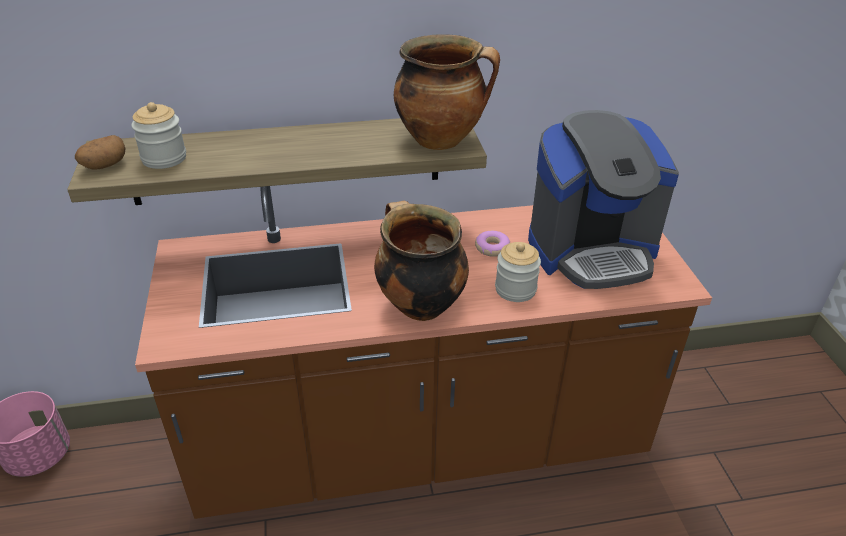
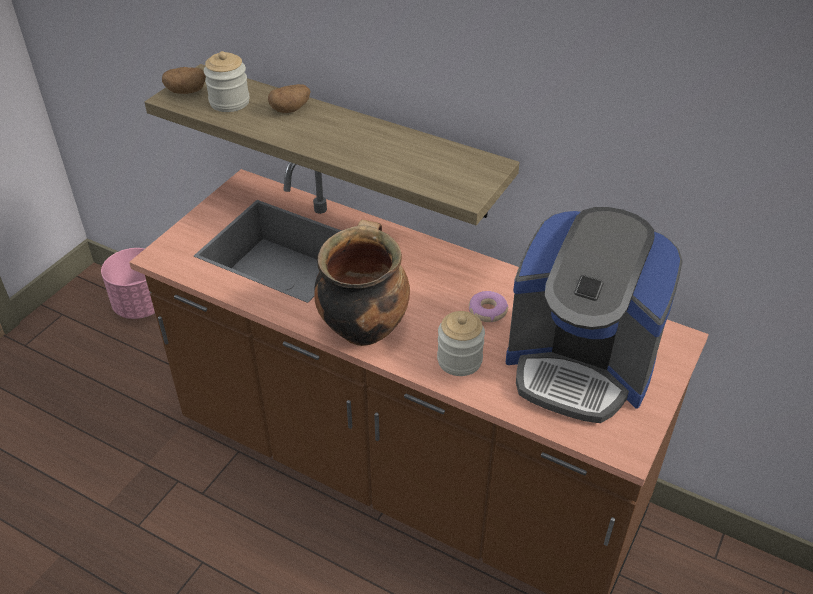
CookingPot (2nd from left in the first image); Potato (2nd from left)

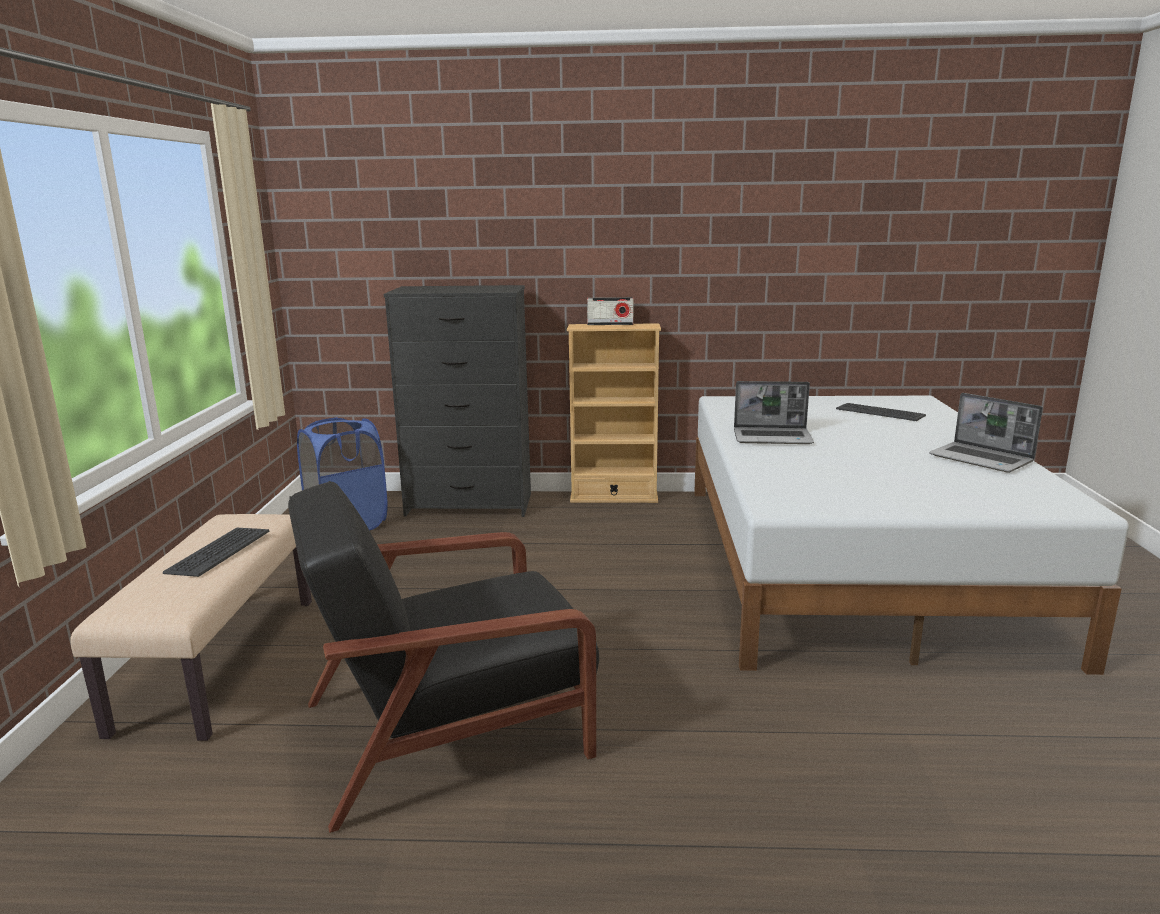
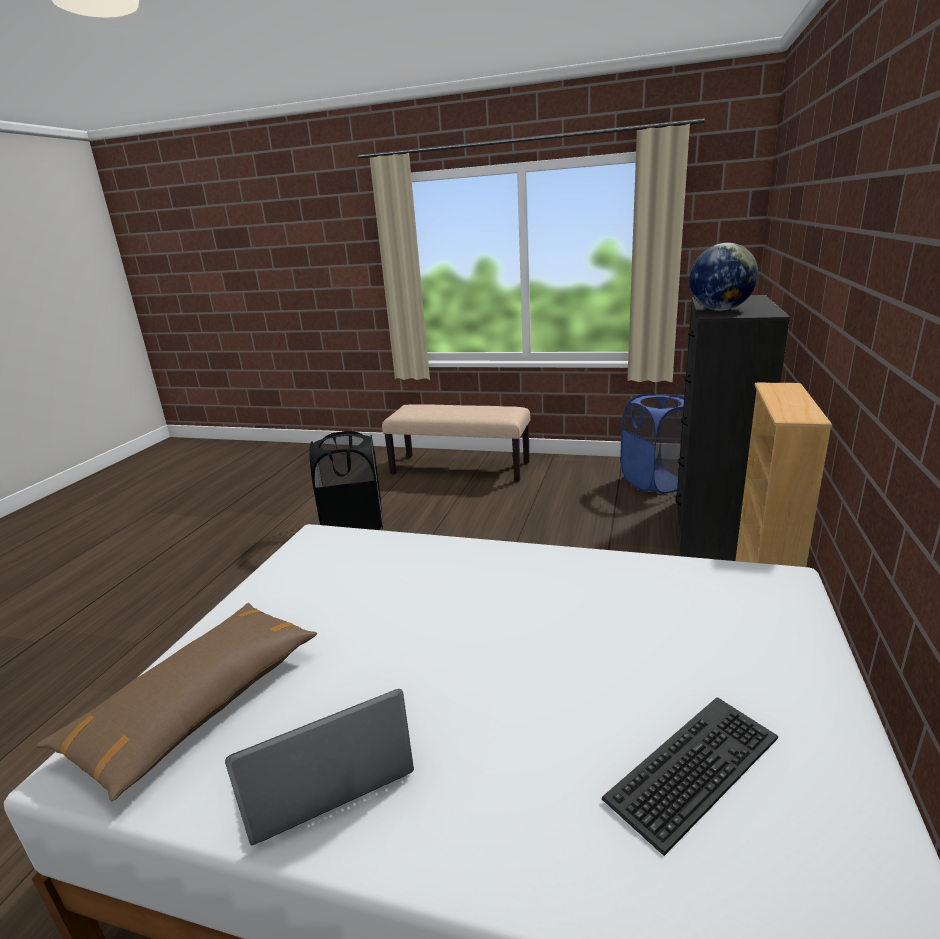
Keyboard (1st from left in the first image); BlackLaundryBasket; Radio; Laptop (1st from left in the first image); BrownPillow; Globe

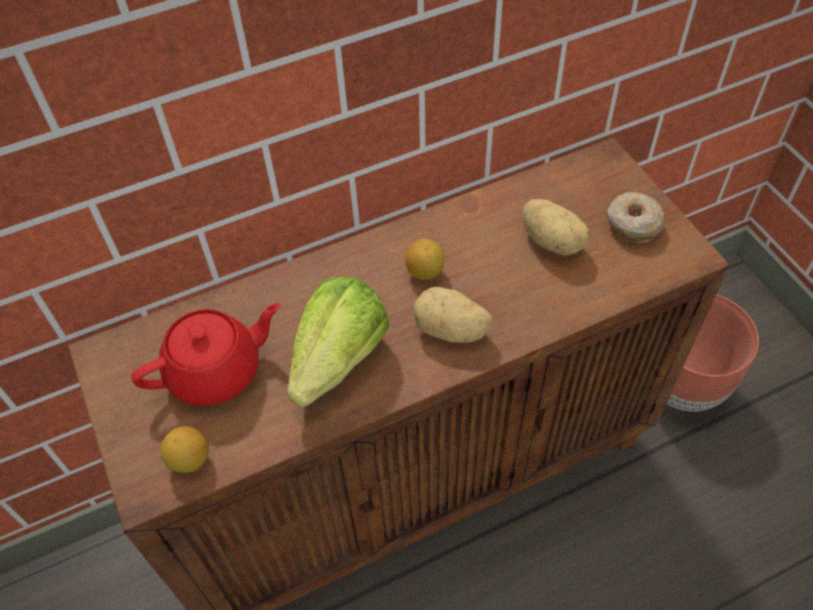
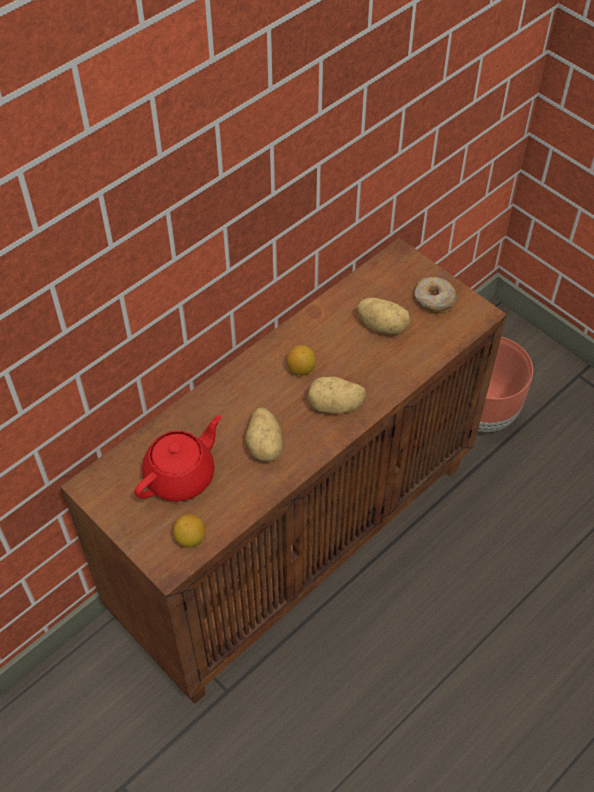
Potato (1st from left)

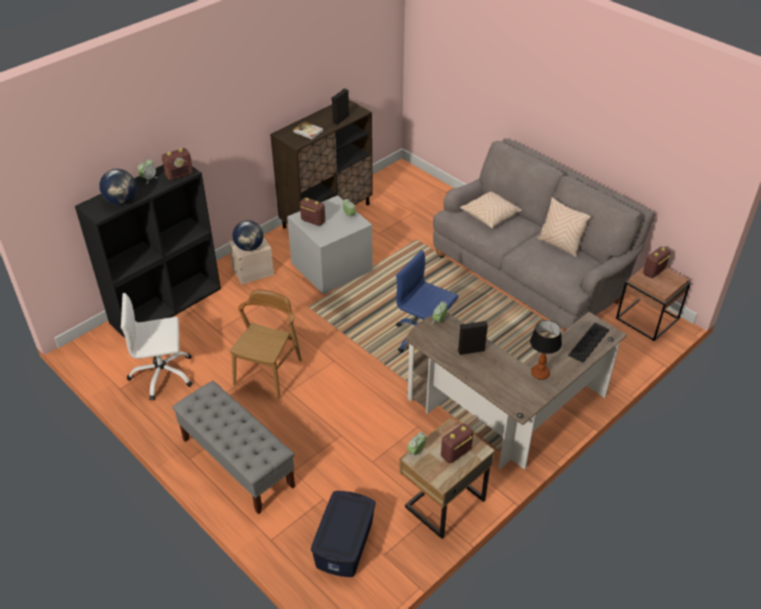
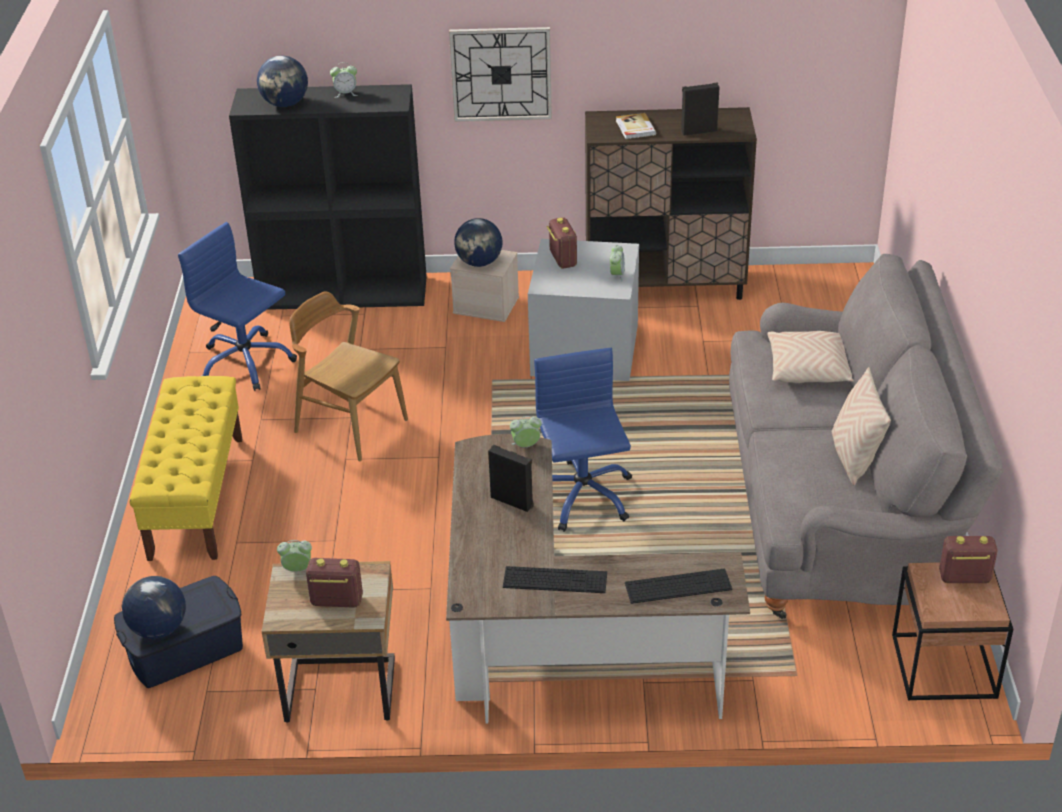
BlueOfficeChair (1st from left); Radio (1st from left in the first image); YellowBench; BrownChair; Keyboard (1st from left); Globe (1st from left); WallClock

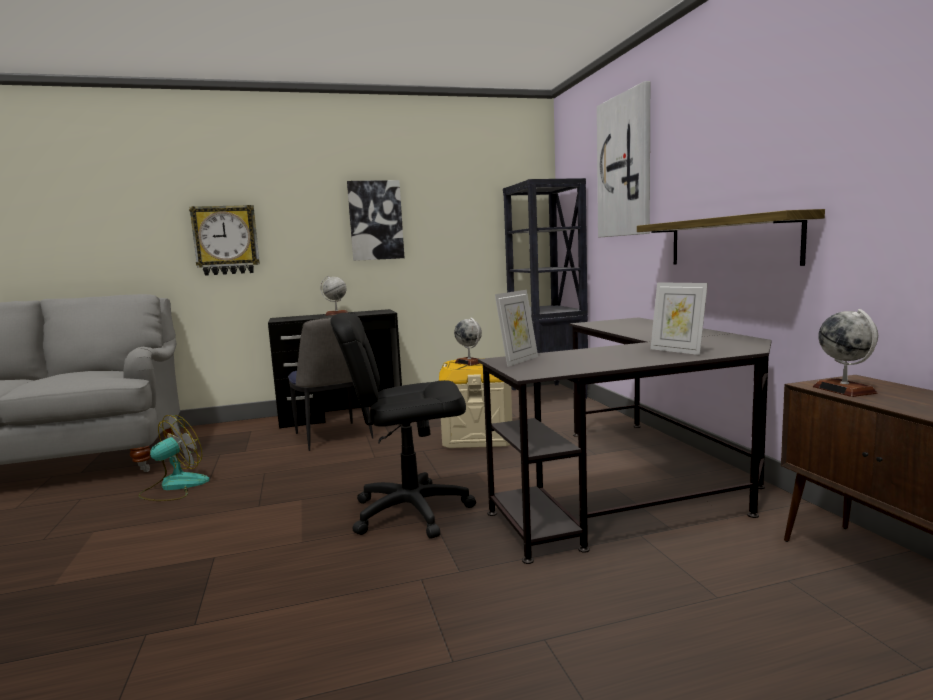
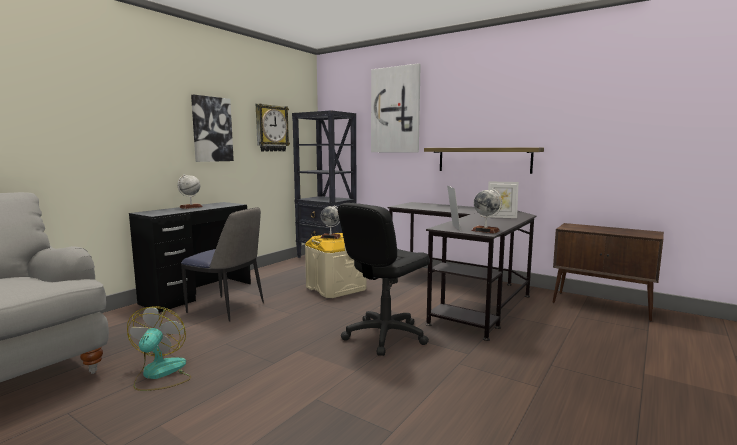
WallClock; Globe (3rd from left)

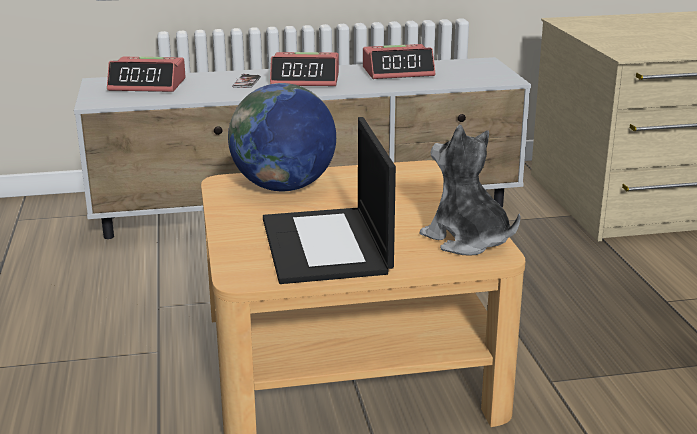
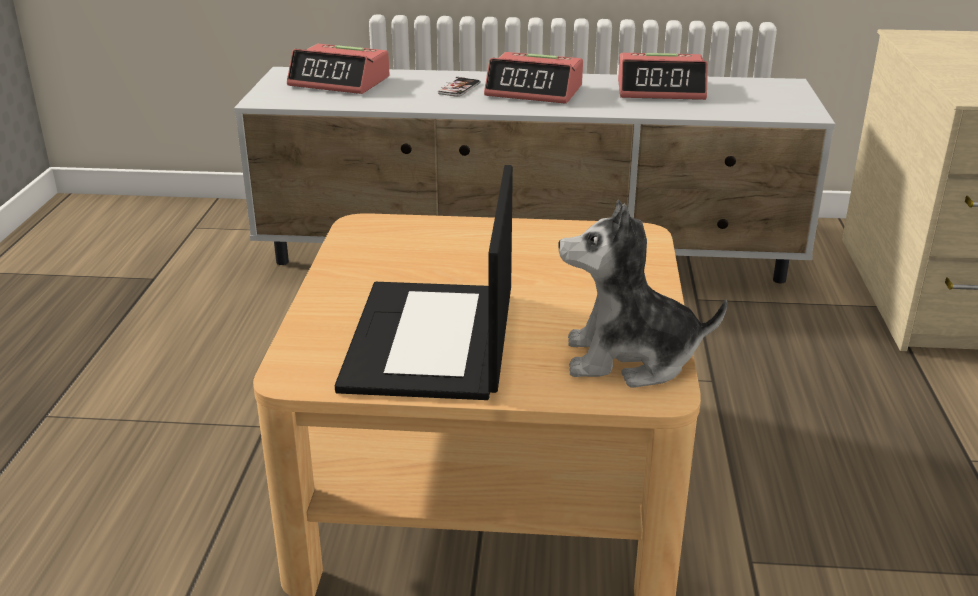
Globe; PlushToy

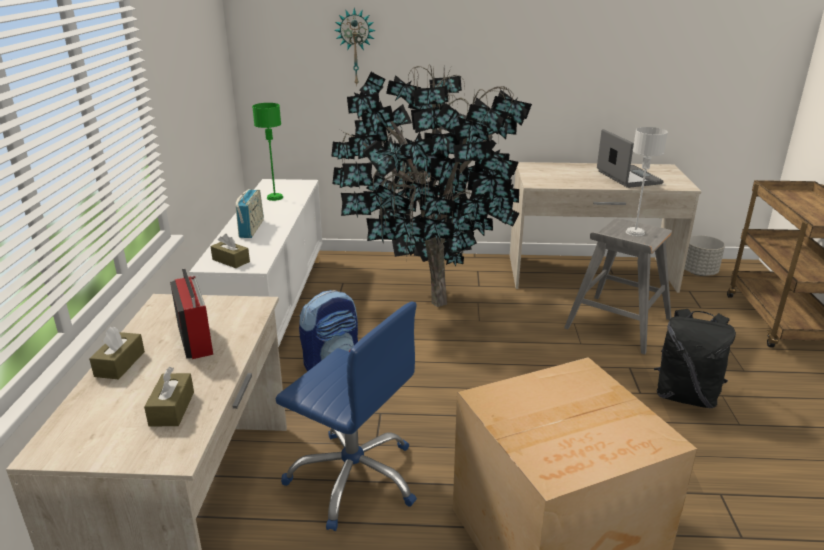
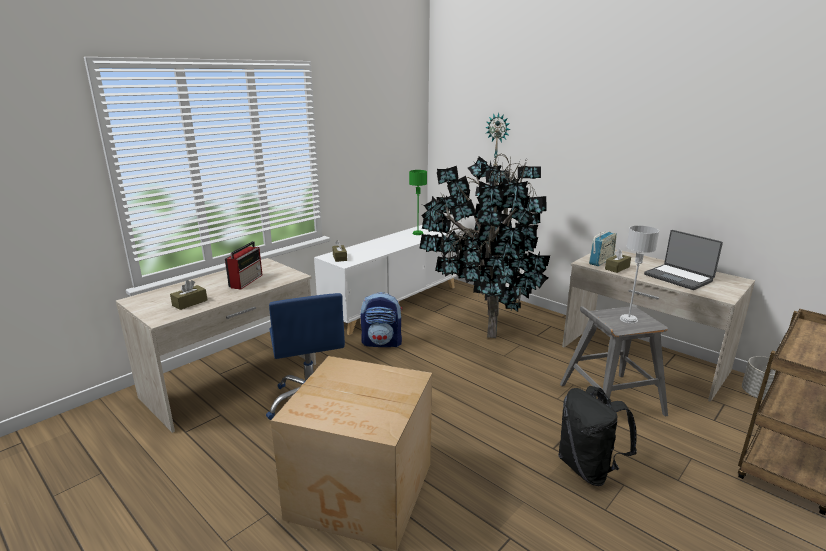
BrownTissueBox (3rd from left); Radio (2nd from left); Laptop

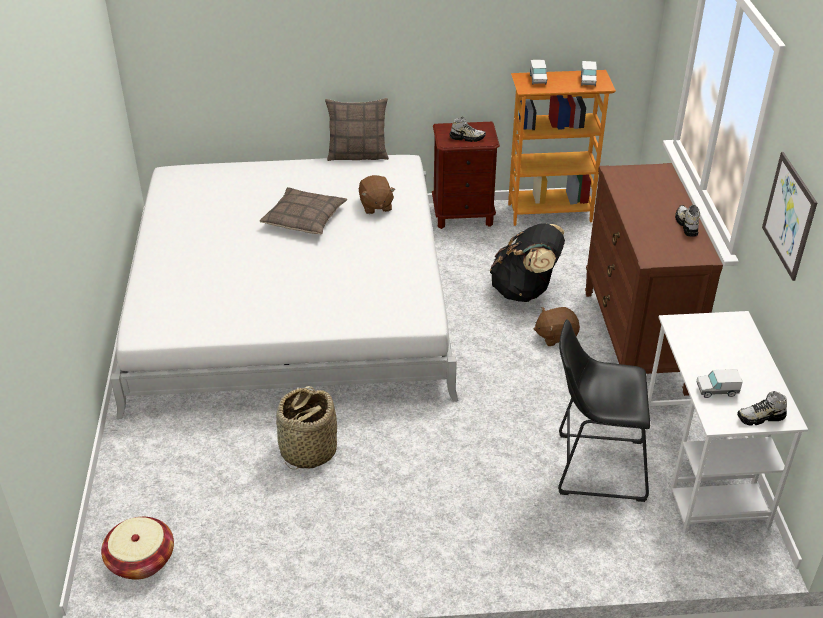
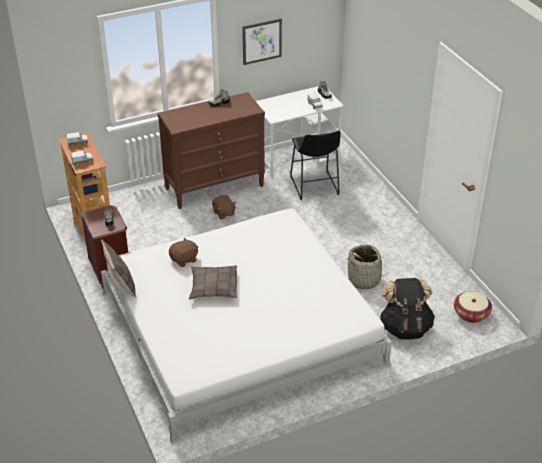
BlackBackpack

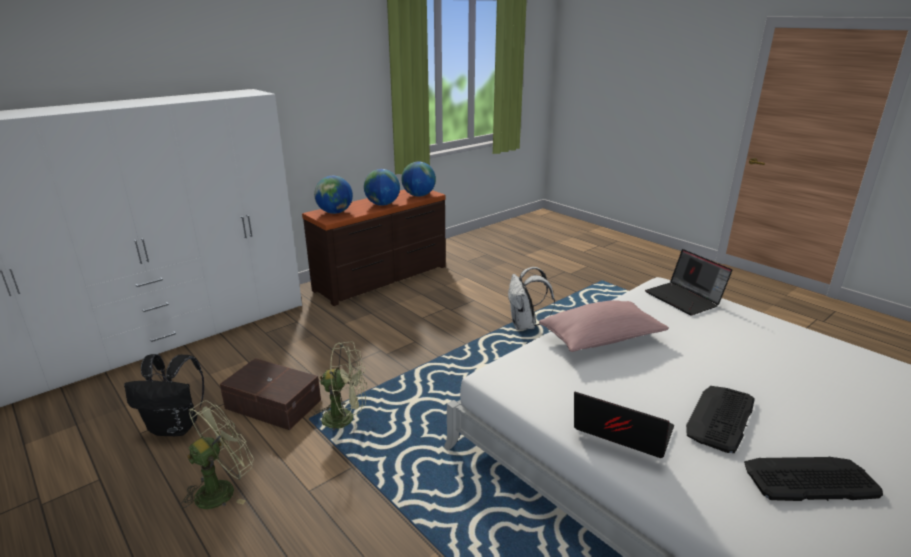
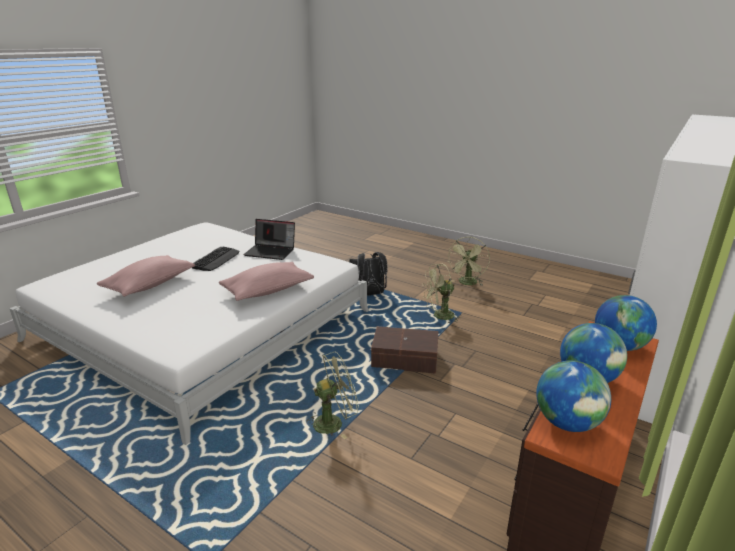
BlackBackpack; BrownStorageBox; GreenFan (1st from left); Laptop (2nd from left in the first image); Keyboard (2nd from left in the first image); PinkPillow (1st from left)

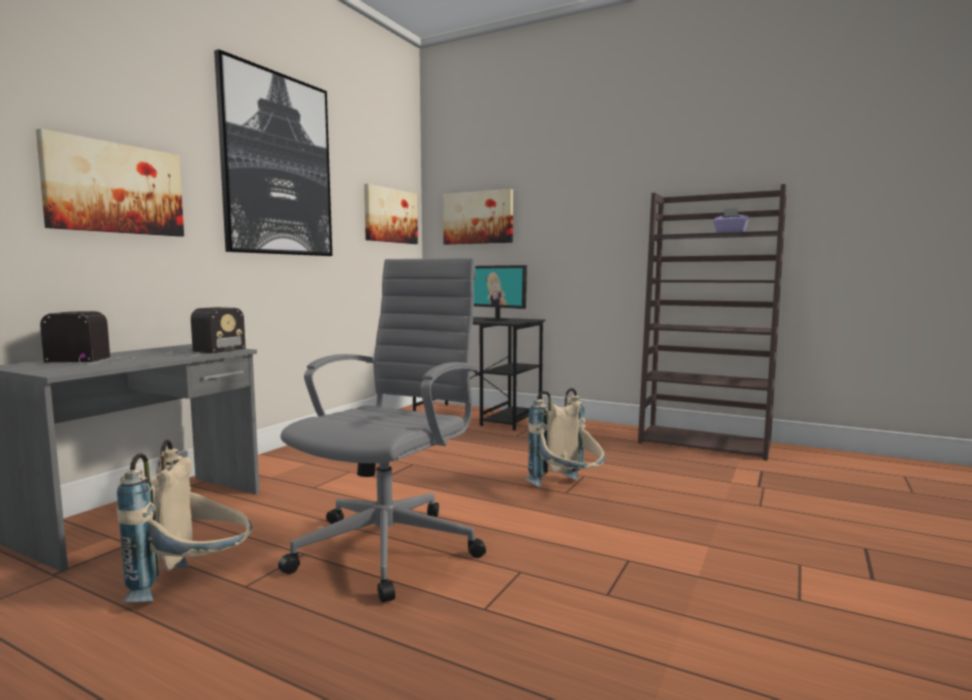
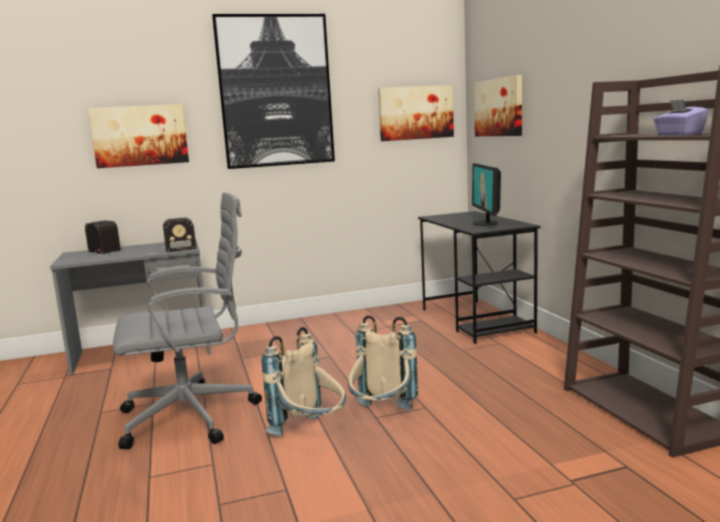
BeigeBackpack (1st from left)

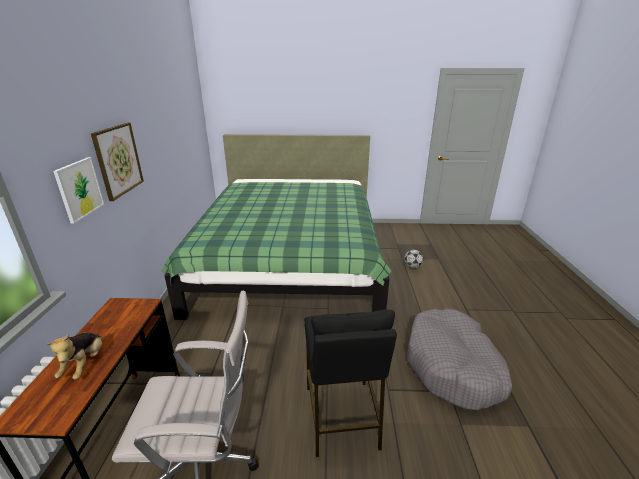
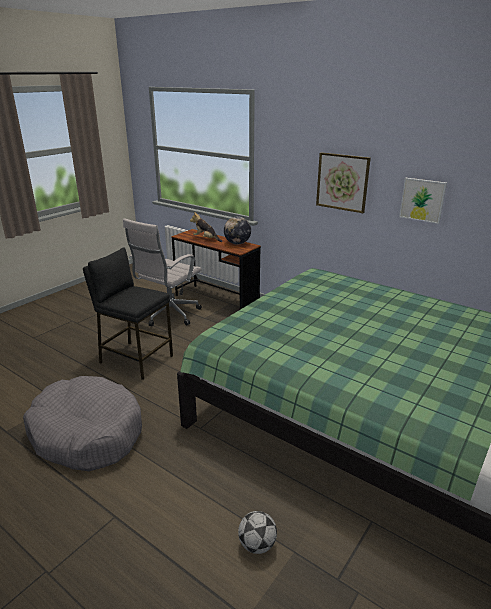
Picture (2nd from left); Globe

